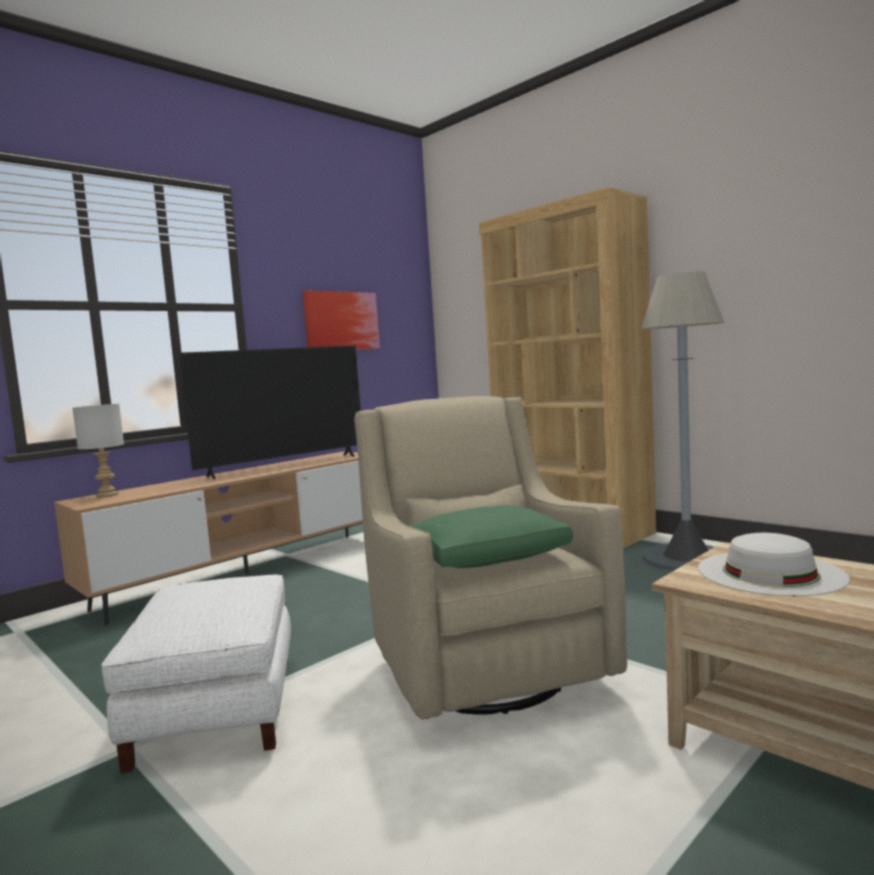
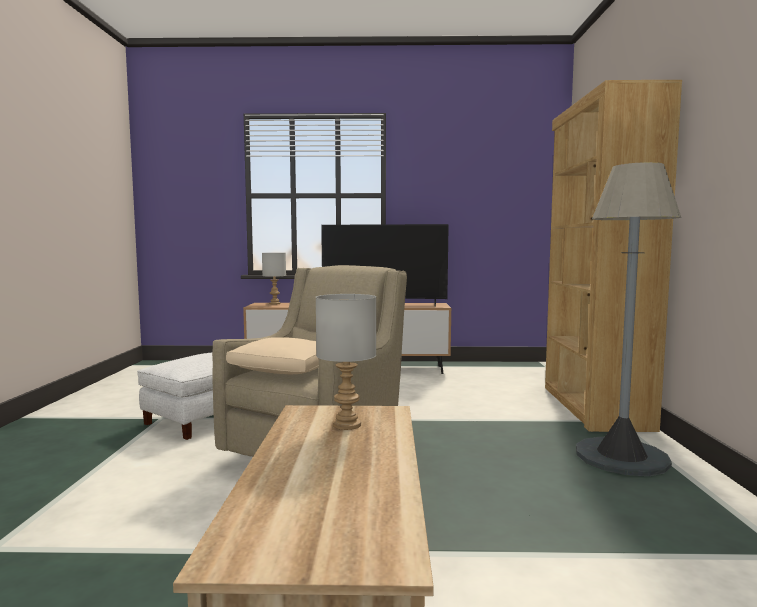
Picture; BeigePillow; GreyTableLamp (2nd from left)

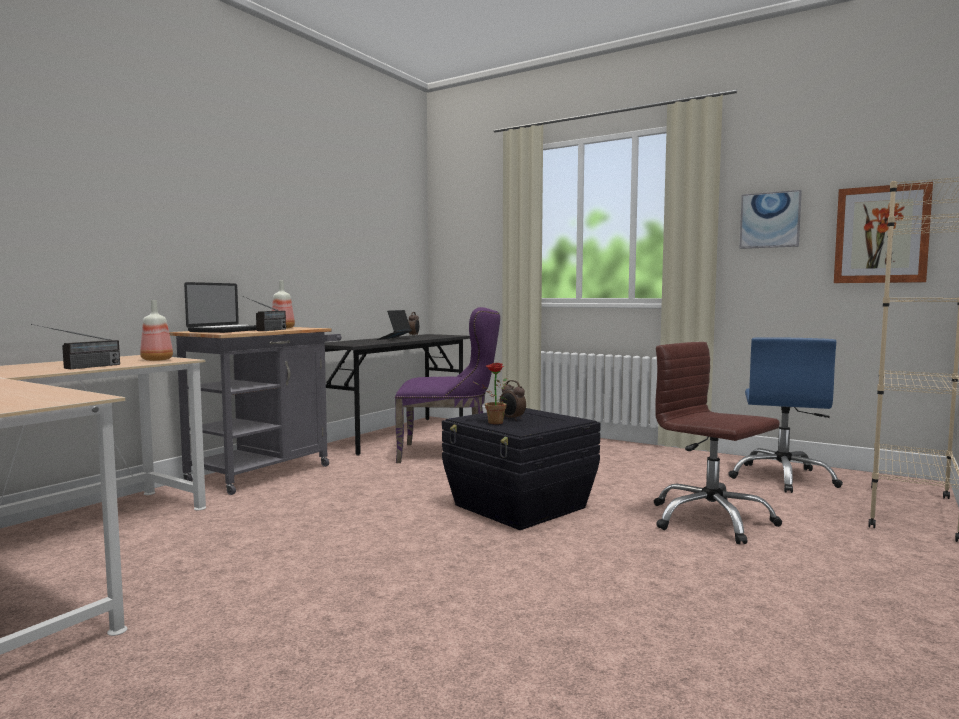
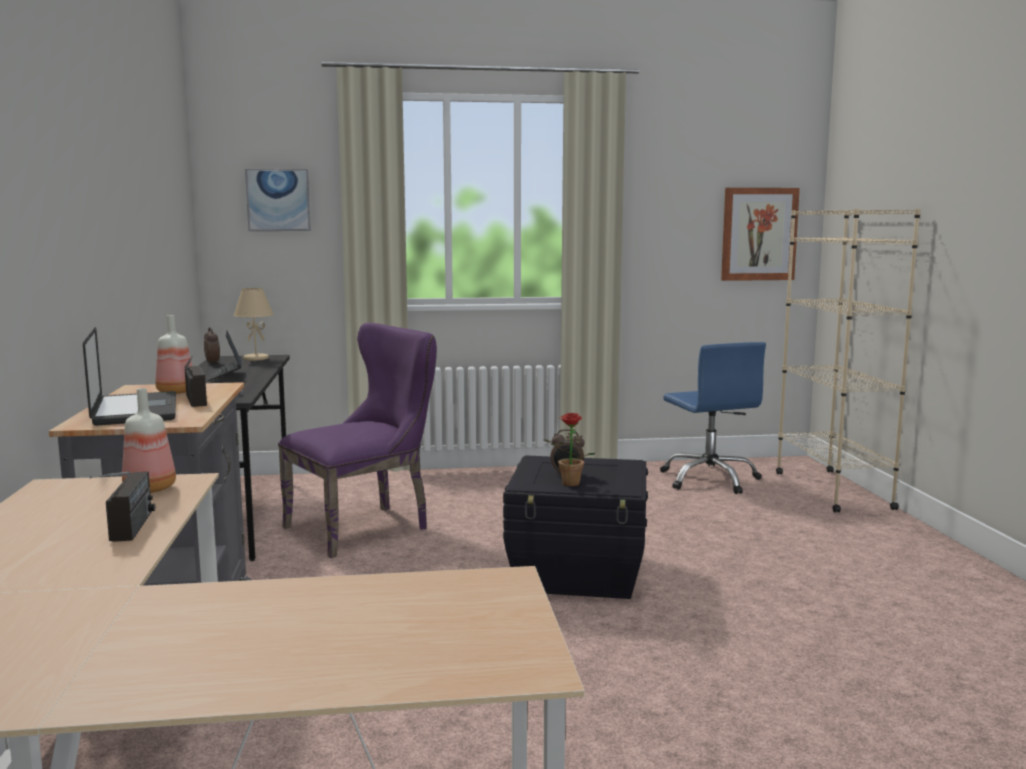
BrownOfficeChair; Picture (1st from left); BeigeTableLamp

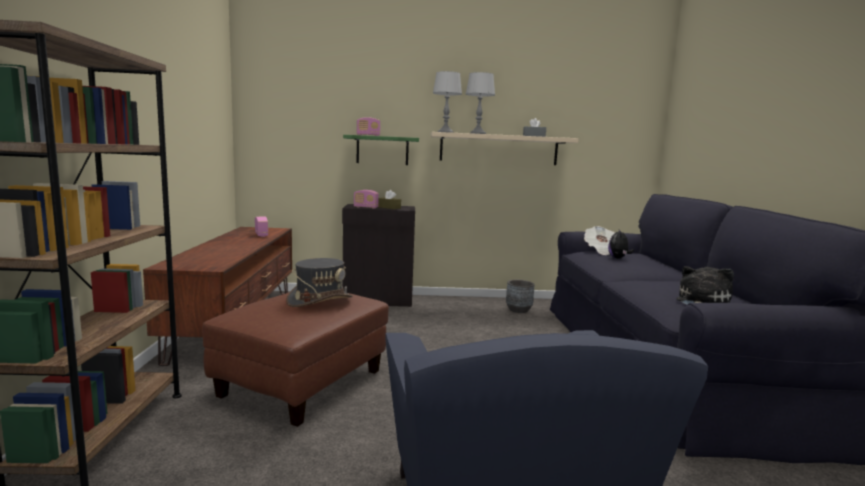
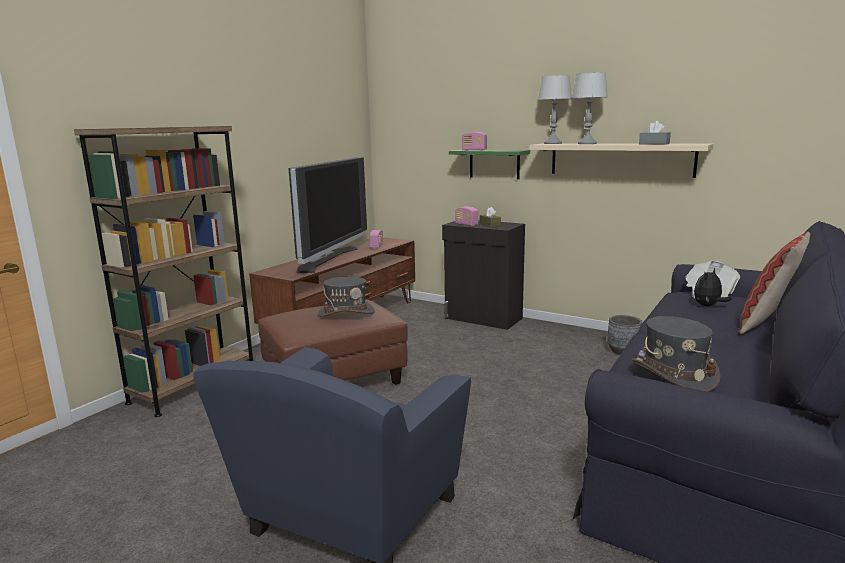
GreyHat (2nd from left); Television; Pillow

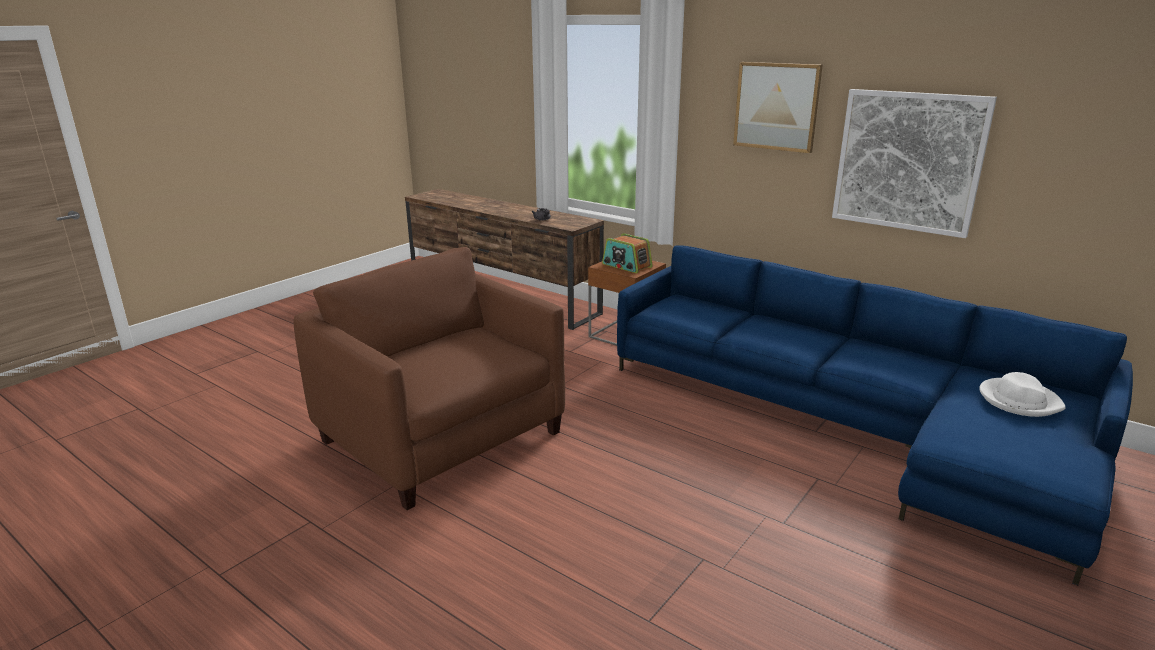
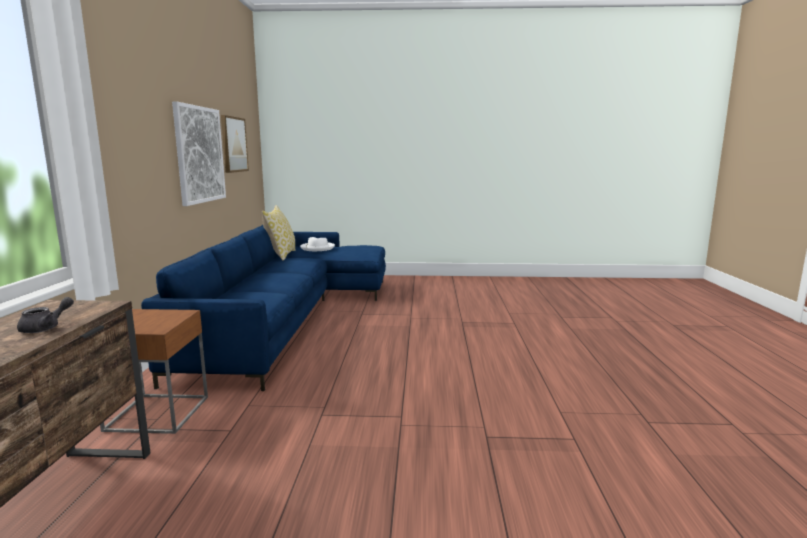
BrownArmchair; Radio; Picture (2nd from left); Pillow

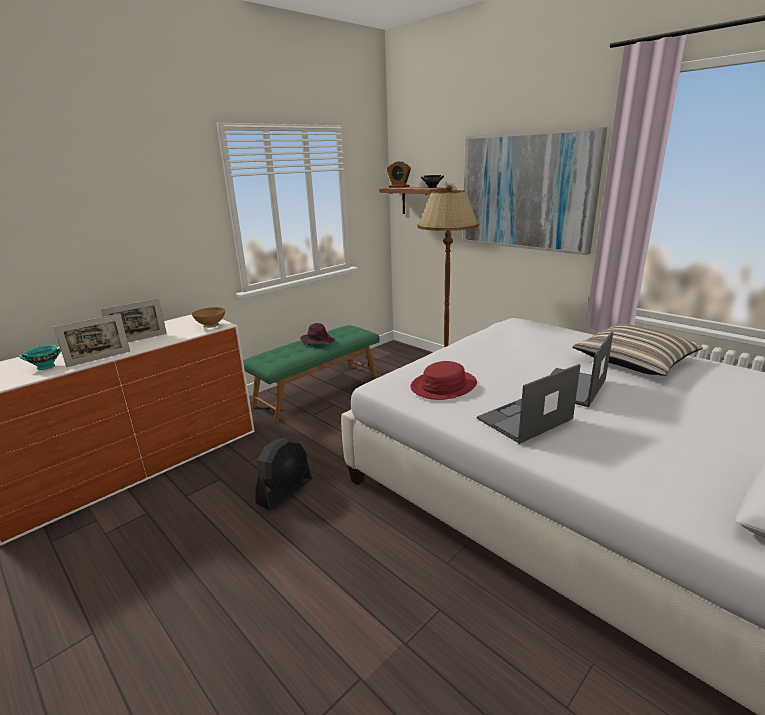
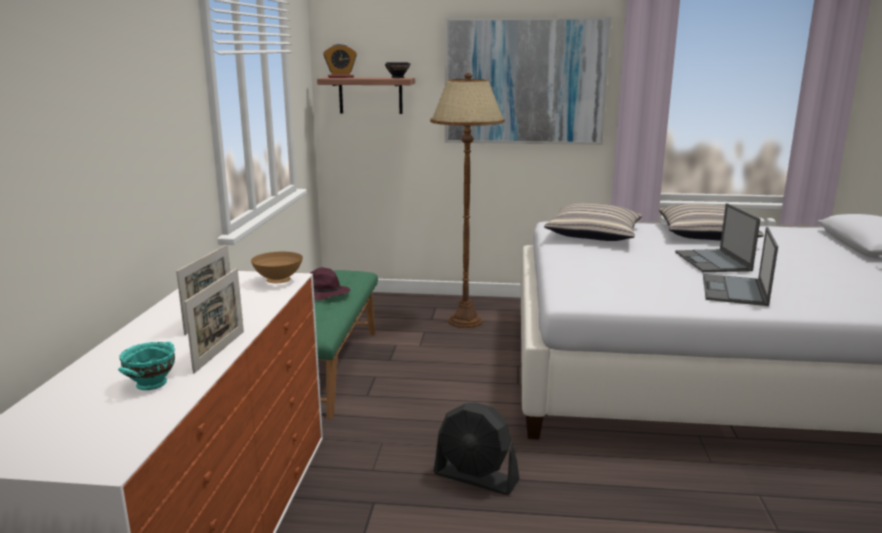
BlackFan; RedHat; Pillow (1st from left)

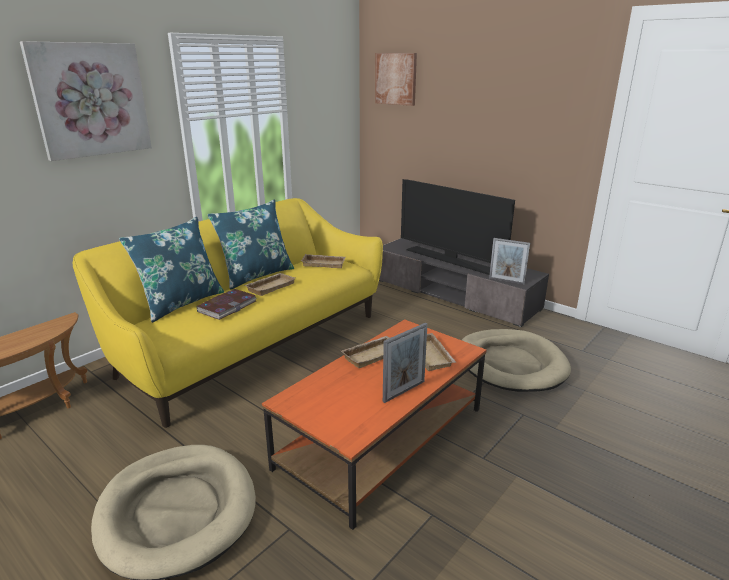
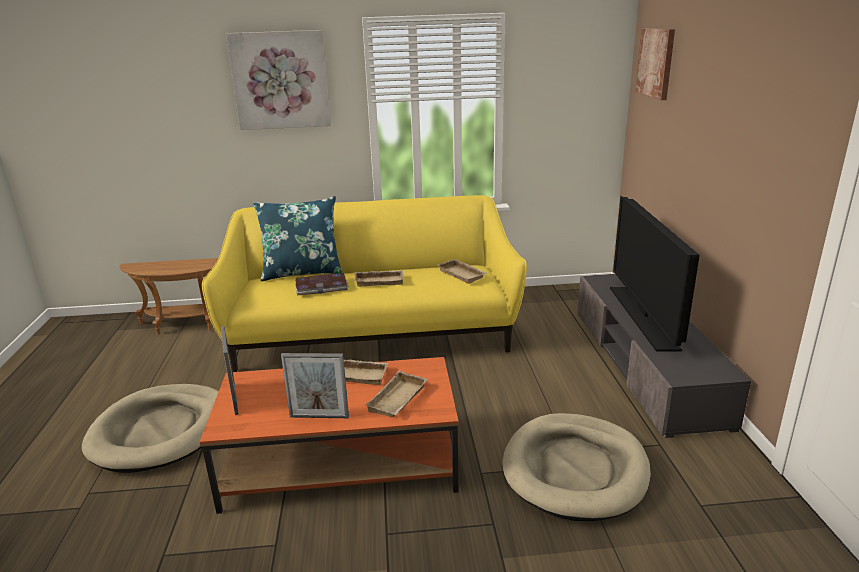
BluePillow (2nd from left in the first image); PictureFrame (1st from left)

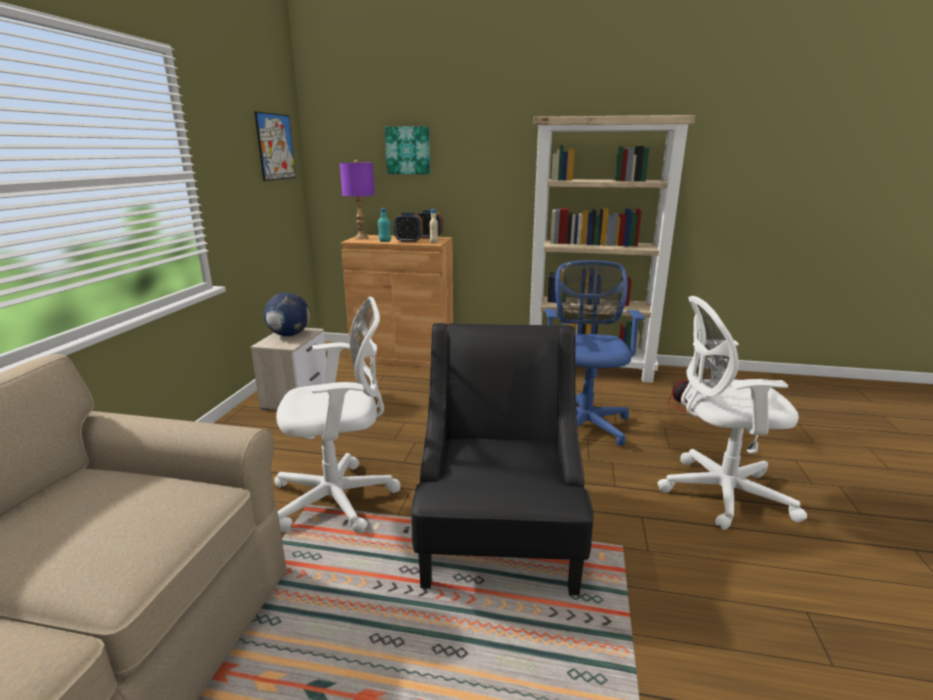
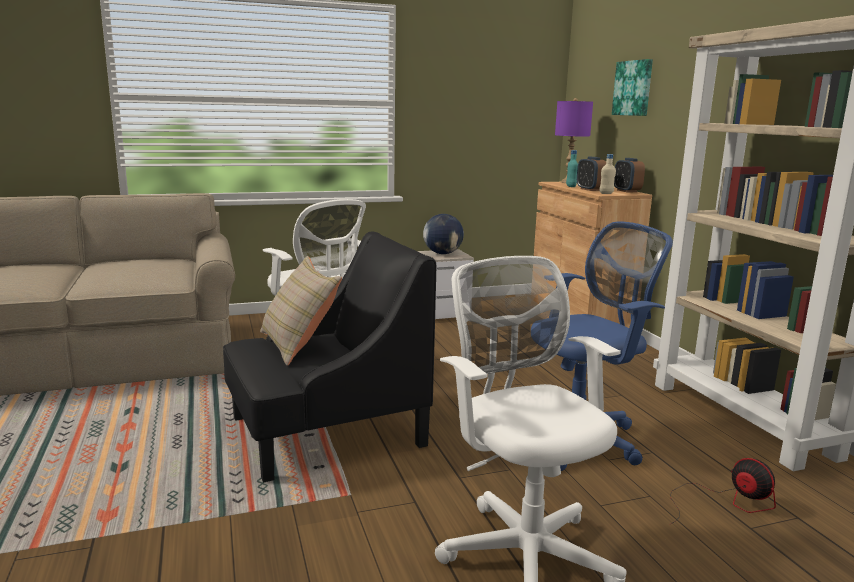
Picture (1st from left in the first image); BeigePillow

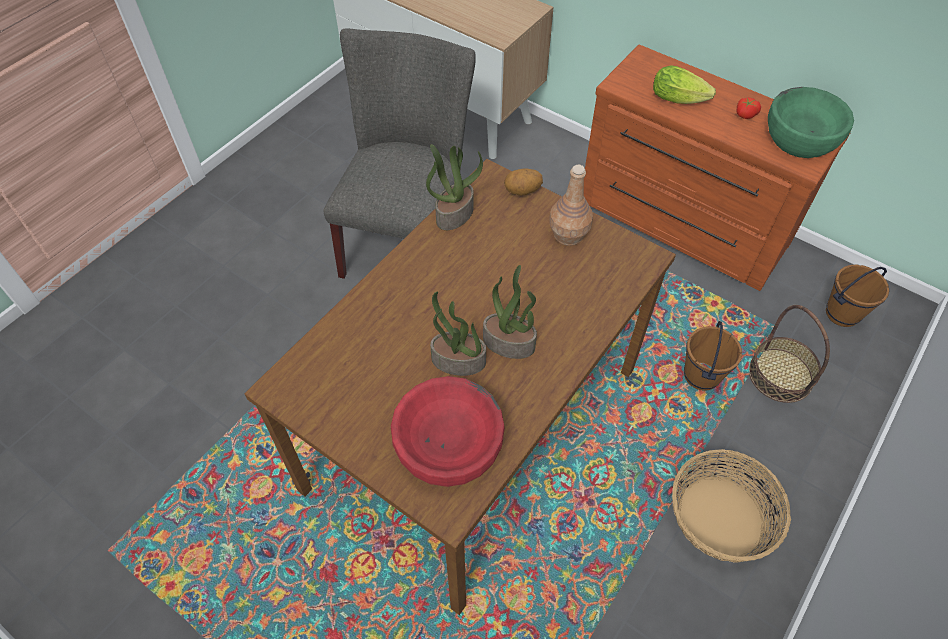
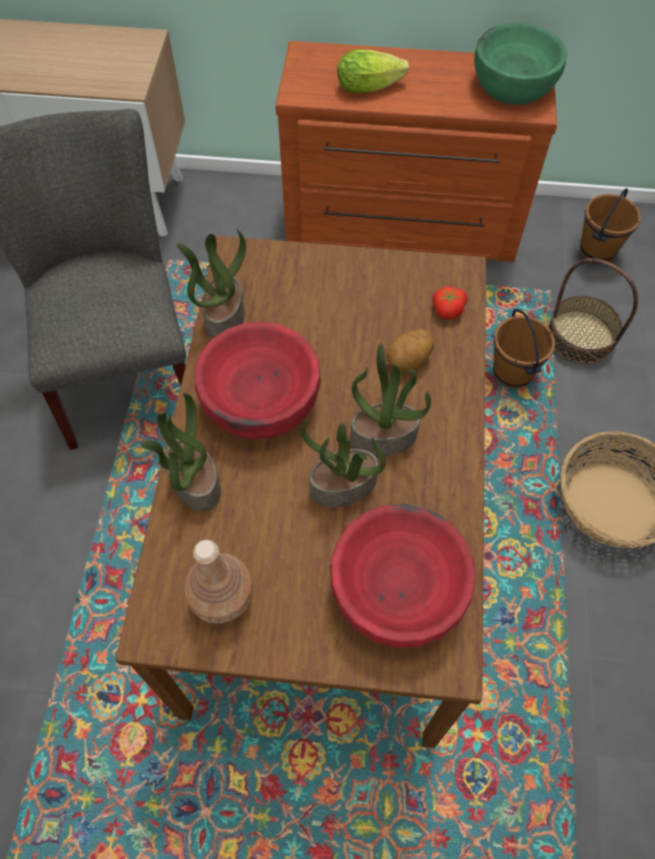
Potato; BrownBottle; Tomato; PottedPlant (1st from left); RedBowl (1st from left)

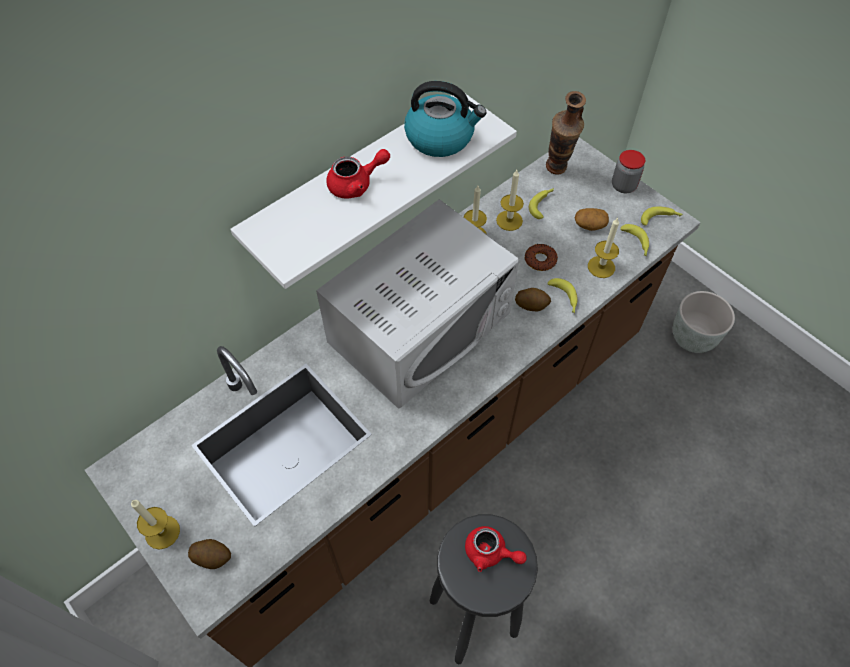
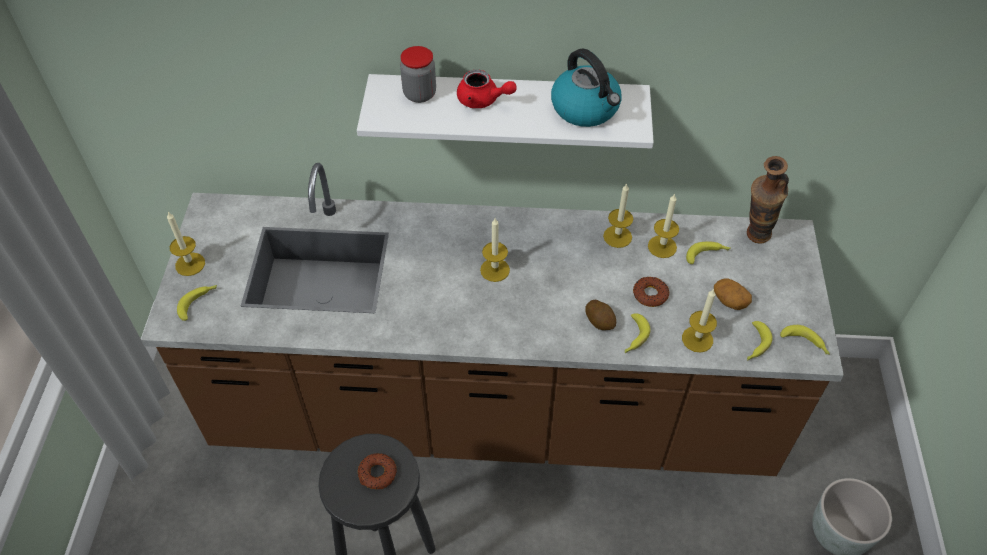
Banana (1st from left); Candle (2nd from left); Donut (1st from left); Jar

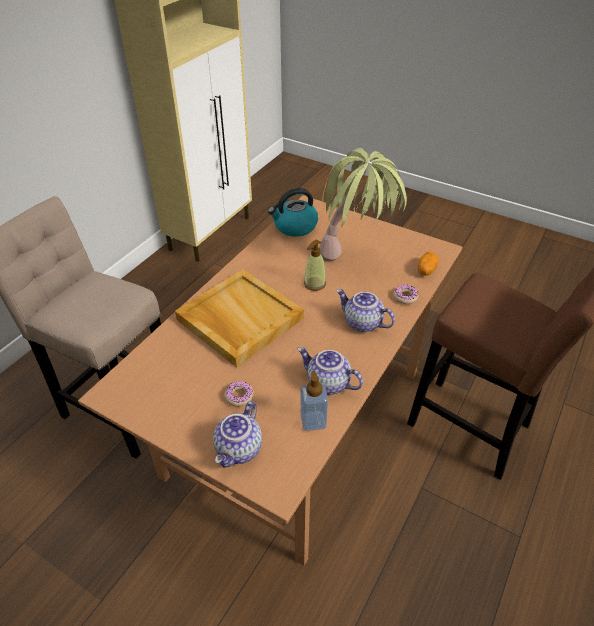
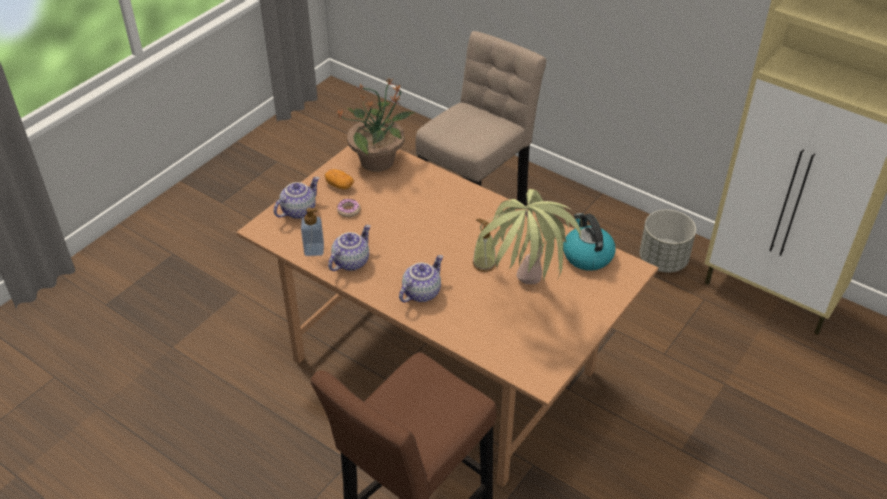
BeigeTray; Teapot (1st from left); Donut (2nd from left in the first image); Potato; PottedPlant (1st from left); GreyPlanter

